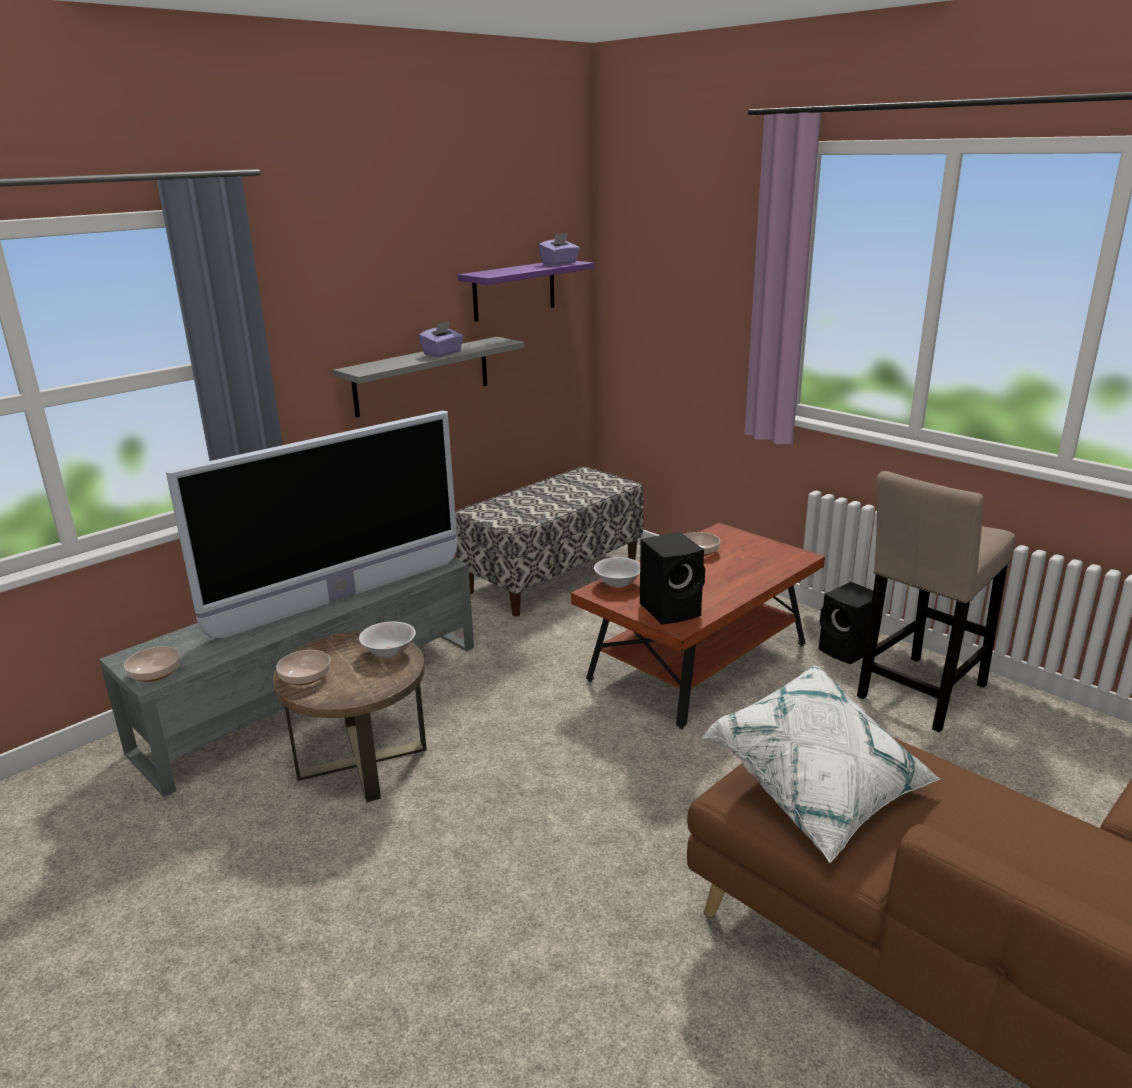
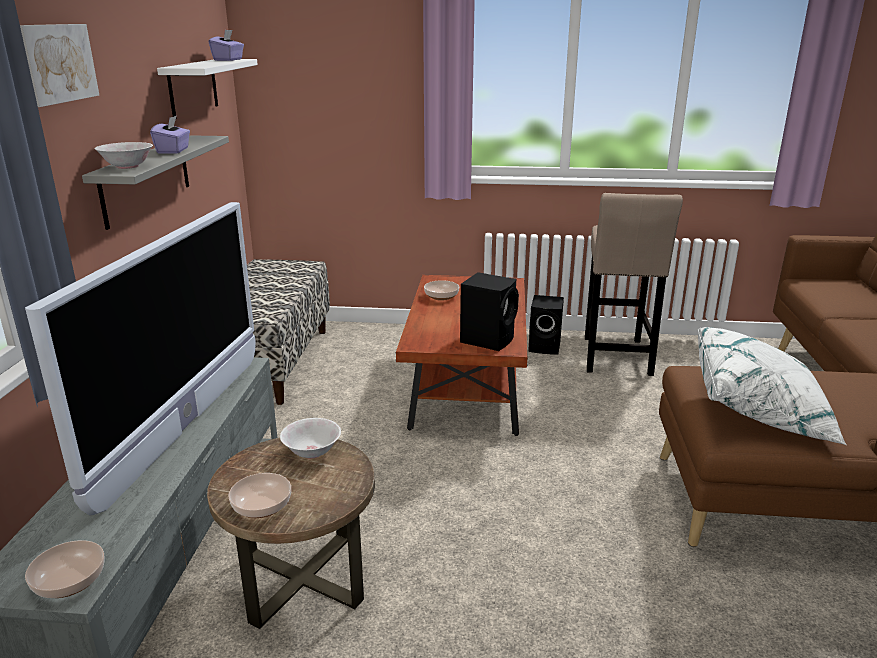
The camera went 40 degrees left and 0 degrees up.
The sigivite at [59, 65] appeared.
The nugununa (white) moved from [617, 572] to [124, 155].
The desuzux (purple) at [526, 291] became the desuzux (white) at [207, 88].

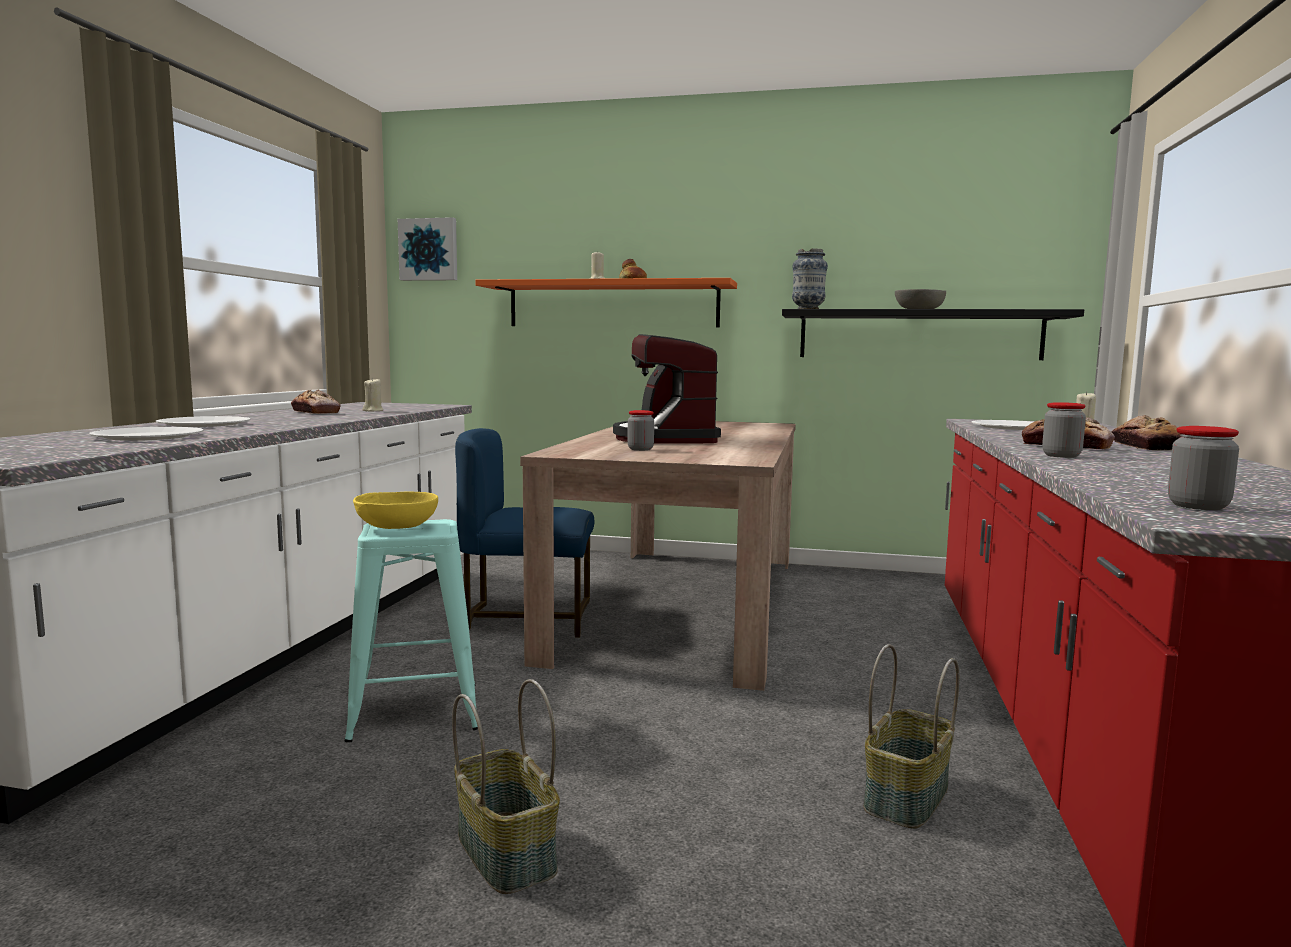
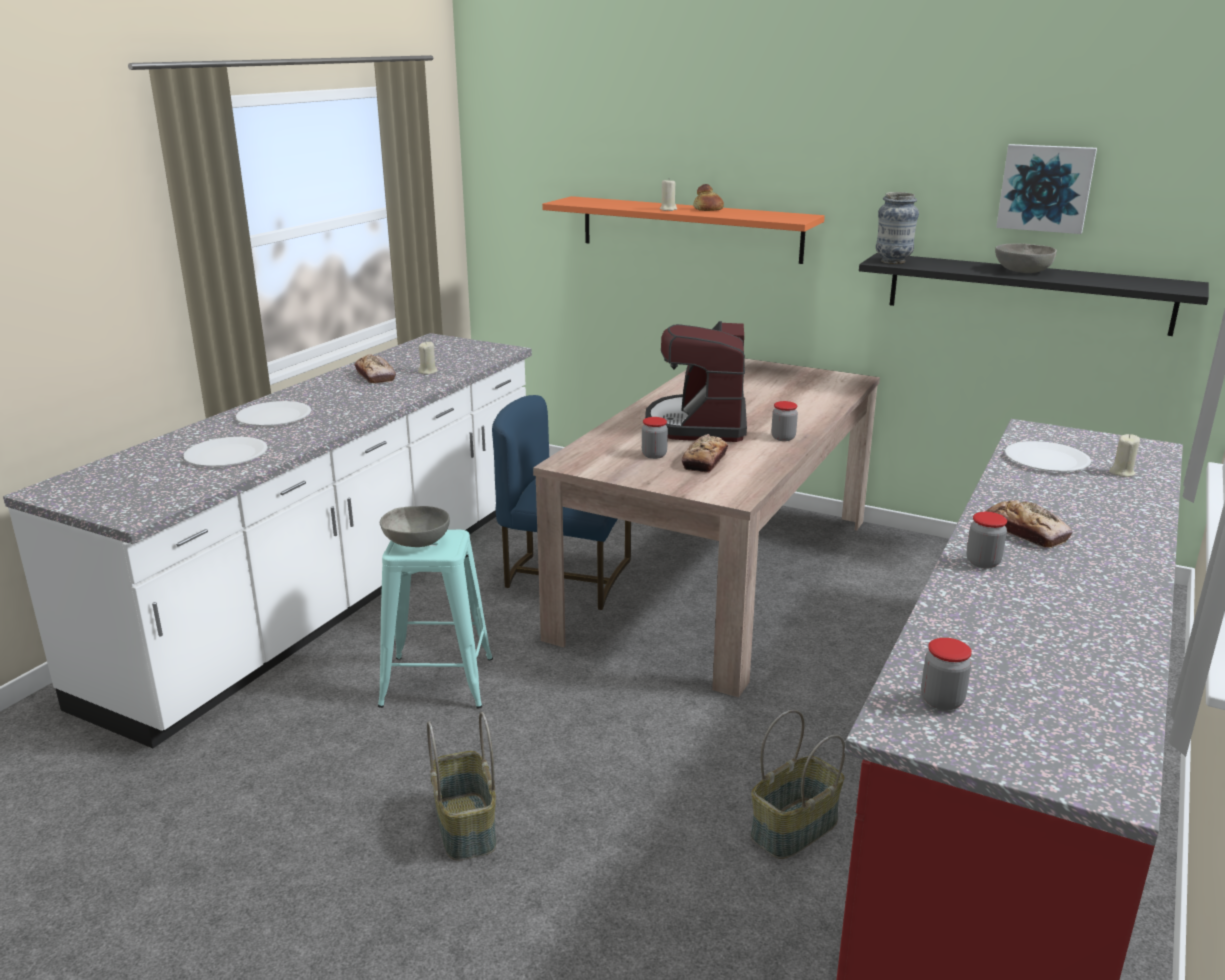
The camera went 15 degrees right and 15 degrees up.
The nugununa (yellow) at [395, 510] became the nugununa (grey) at [415, 526].
The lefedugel moved from [1147, 432] to [705, 453].
The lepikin at [784, 421] appeared.
The sigivite moved from [427, 249] to [1046, 189].

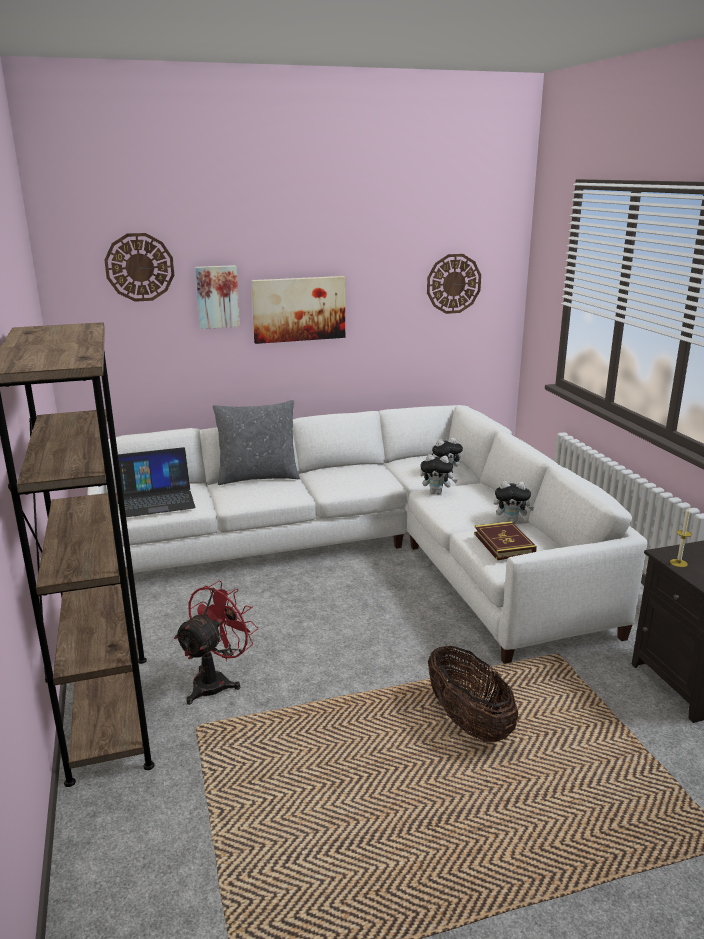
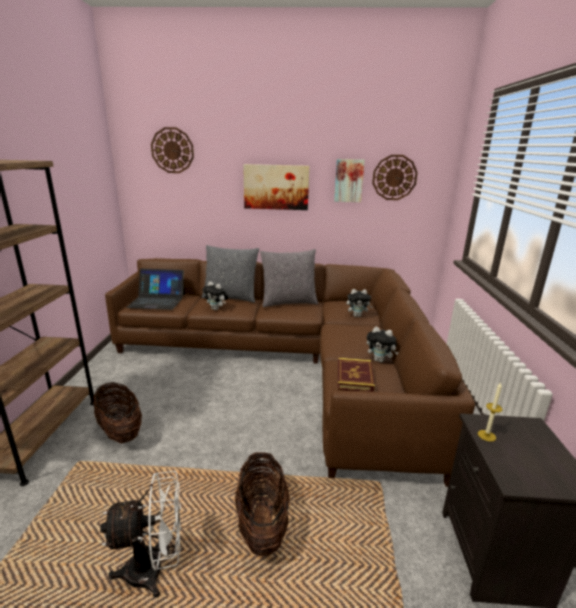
The camera went 20 degrees right and 0 degrees up.
The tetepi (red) at [216, 643] was replaced by the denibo at [117, 412].
The tetepi (white) at [140, 534] appeared.
The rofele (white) at [367, 534] became the rofele (brown) at [290, 372].
The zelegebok moved from [438, 474] to [215, 295].
The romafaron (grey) at [289, 278] appeared.
The sigivite moved from [217, 297] to [349, 180].

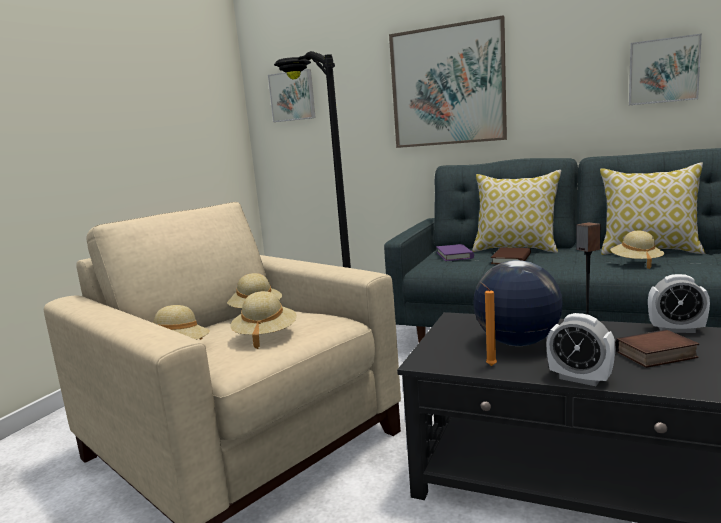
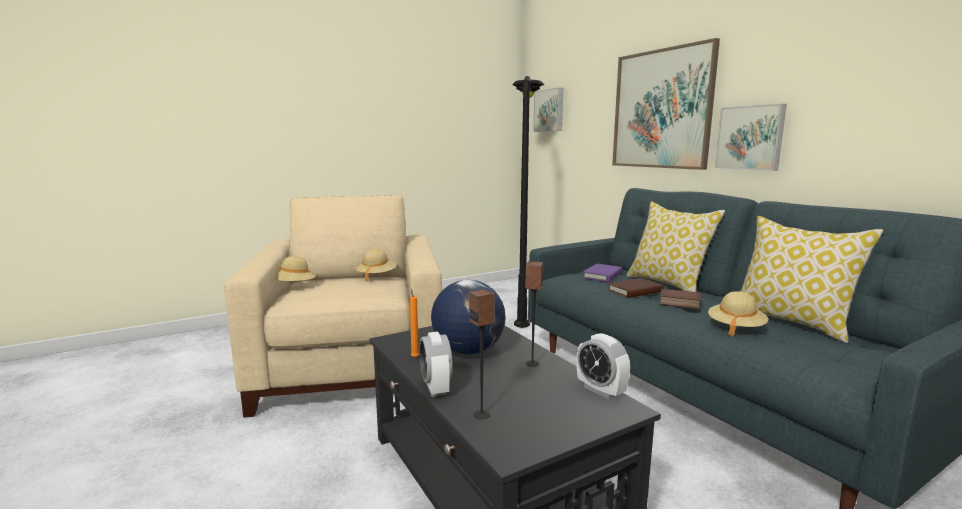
The camera went 35 degrees right and 0 degrees up.
The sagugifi at [482, 354] appeared.
The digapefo moved from [657, 349] to [680, 299].
The sigivite moved from [665, 69] to [751, 137].
The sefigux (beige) at [263, 320] disappeared.

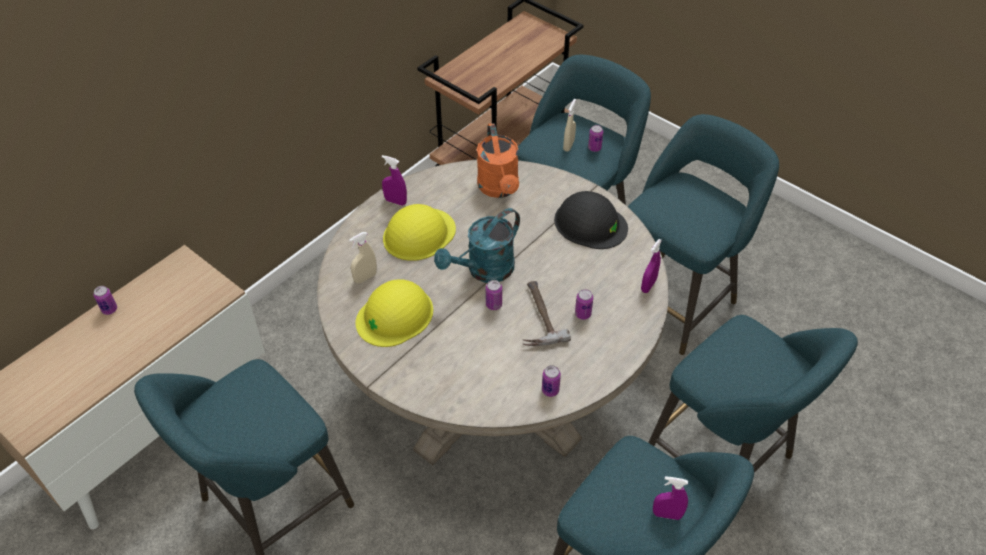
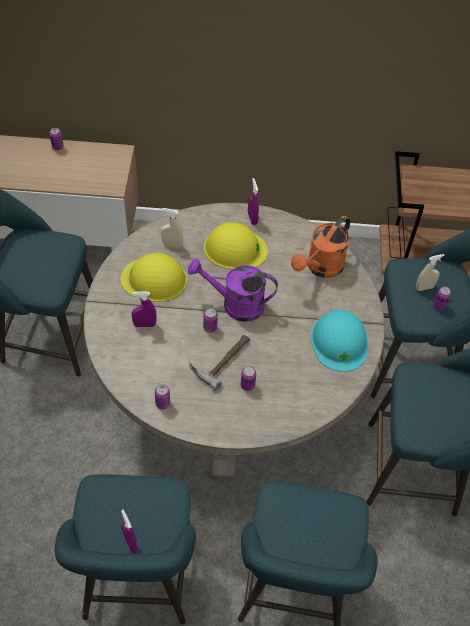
The camera went 50 degrees right and 5 degrees up.
The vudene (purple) moved from [651, 266] to [144, 309].
The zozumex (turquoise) at [477, 245] became the zozumex (purple) at [233, 290].
The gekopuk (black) at [591, 220] became the gekopuk (turquoise) at [339, 341].

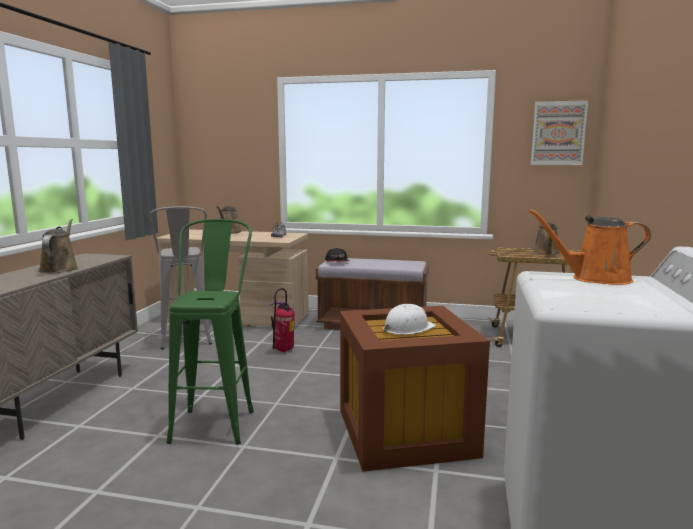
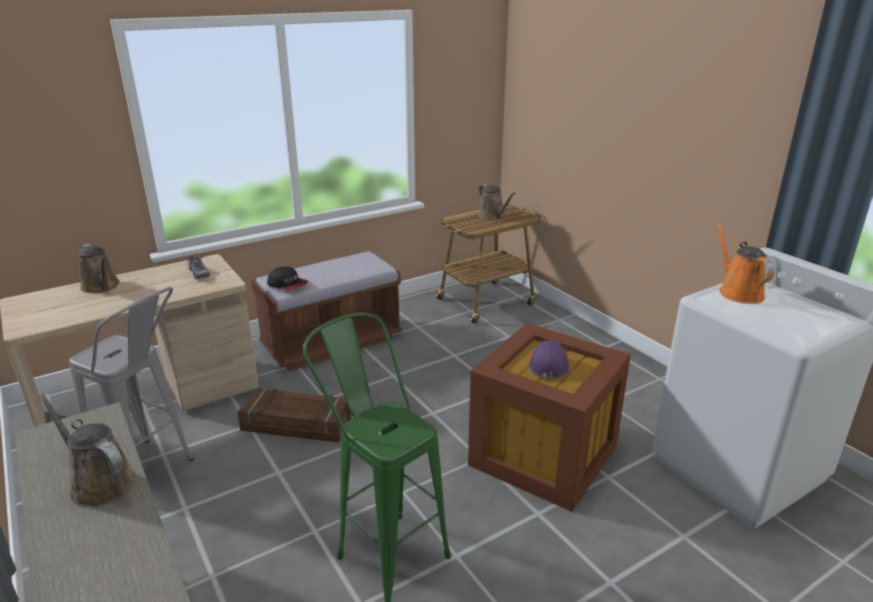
The camera went 45 degrees left and 15 degrees up.
The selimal at [282, 320] was replaced by the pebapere at [295, 415].
The gekopuk (white) at [409, 319] became the gekopuk (purple) at [549, 360].
The zozumex (orange) at [589, 247] turned 120 degrees clockwise.
The sigivite at [560, 132] disappeared.

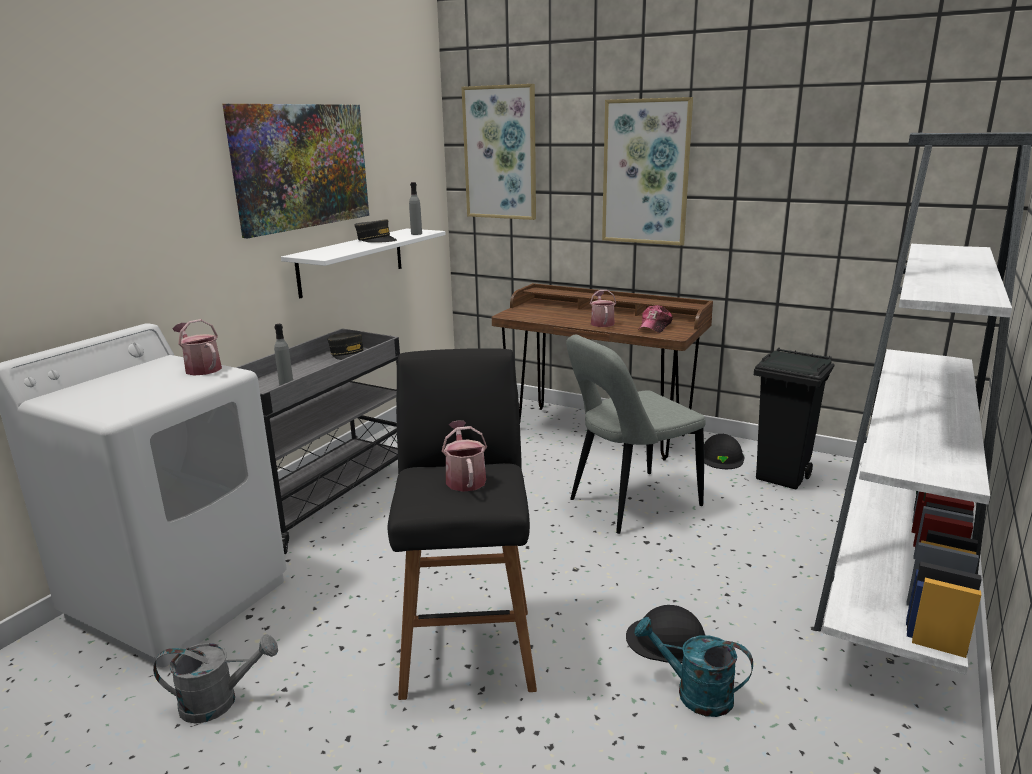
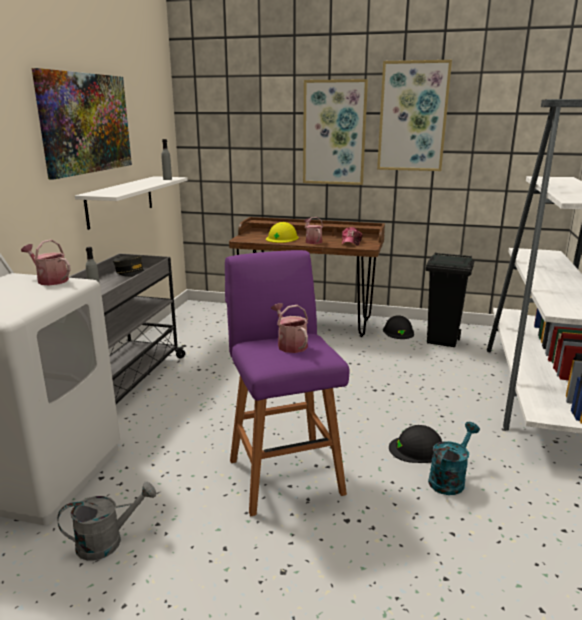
The camera went 15 degrees left and 0 degrees up.
The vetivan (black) at [462, 524] became the vetivan (purple) at [287, 383].
The gekopuk (yellow) at [282, 232] appeared.
The sigivite moved from [498, 152] to [414, 115].
The zozumex (turquoise) at [693, 667] turned 120 degrees clockwise.
The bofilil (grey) at [375, 231] disappeared.
The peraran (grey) at [636, 434] disappeared.

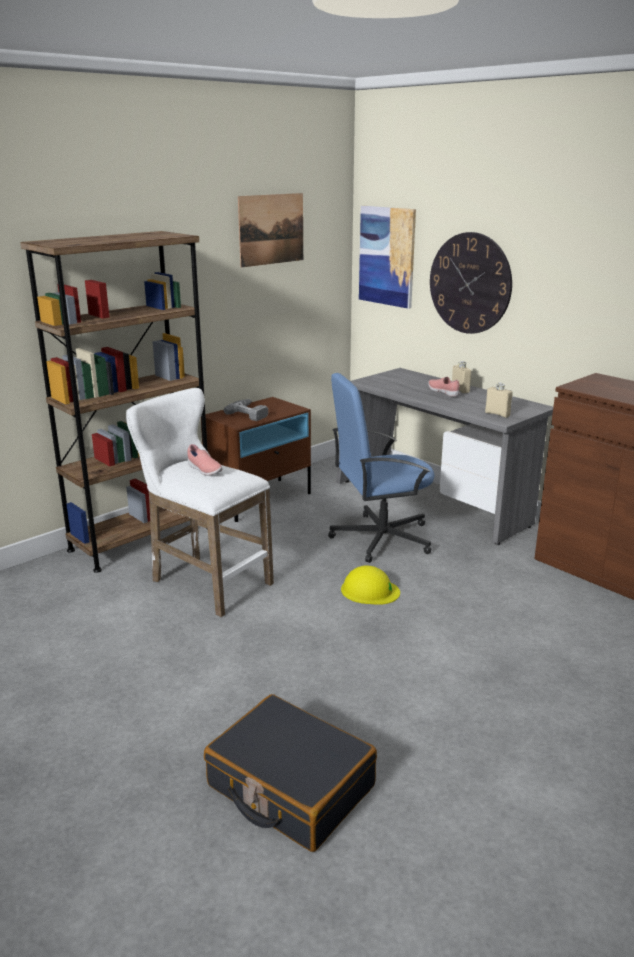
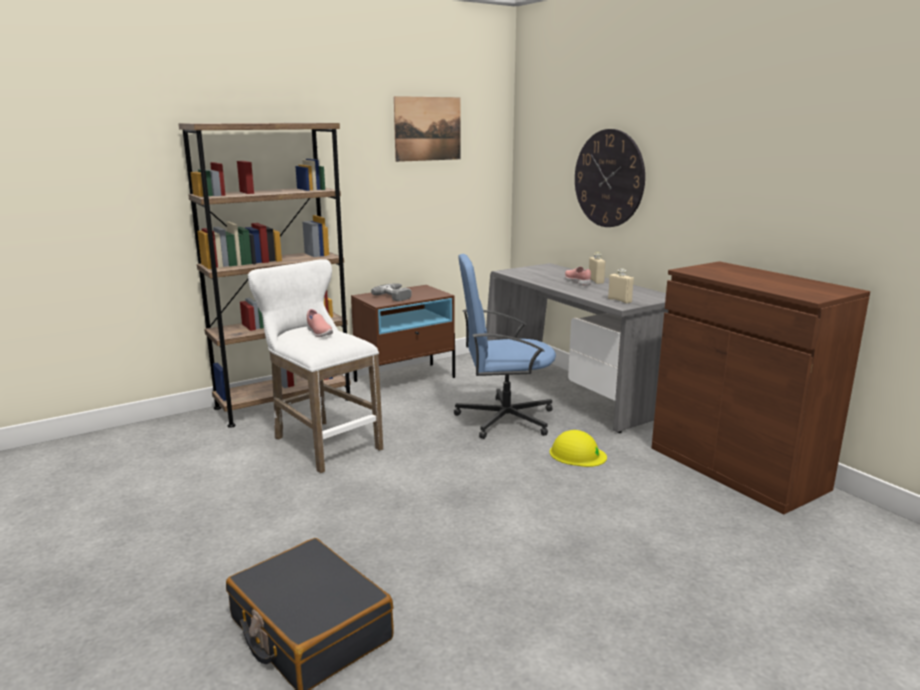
The camera went 10 degrees right and 5 degrees down.
The gekopuk (yellow) moved from [370, 585] to [578, 448].
The sigivite at [387, 257] disappeared.

